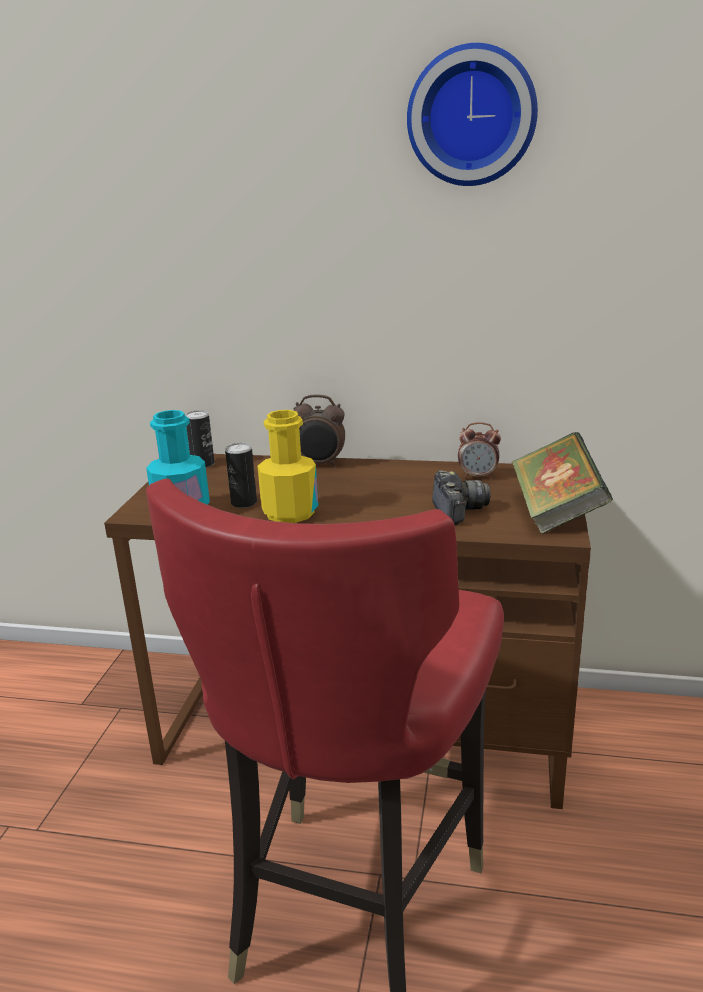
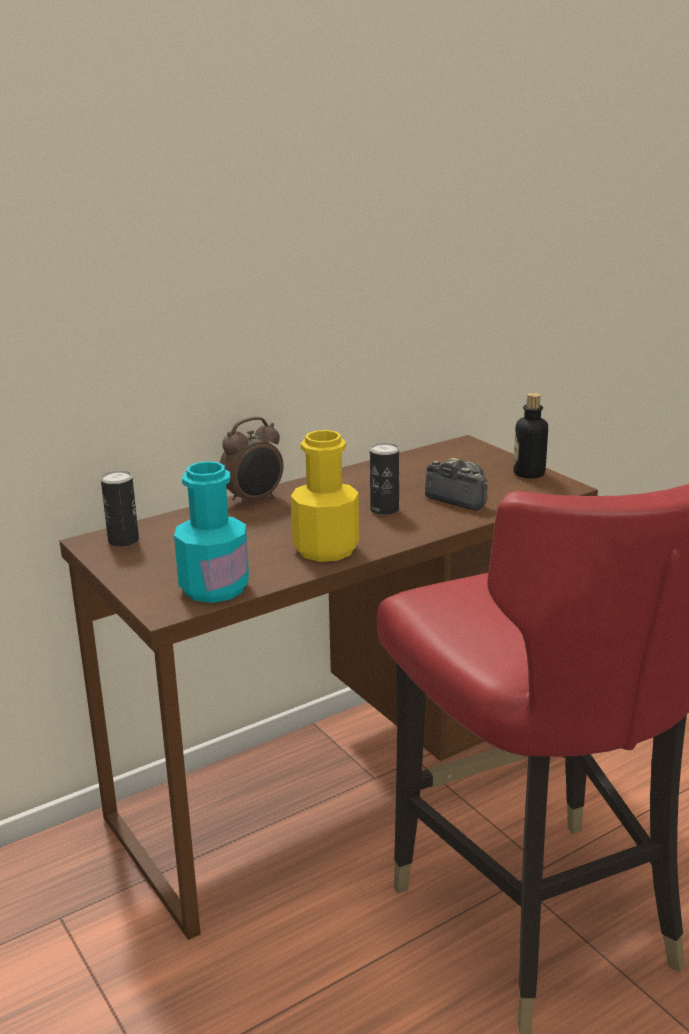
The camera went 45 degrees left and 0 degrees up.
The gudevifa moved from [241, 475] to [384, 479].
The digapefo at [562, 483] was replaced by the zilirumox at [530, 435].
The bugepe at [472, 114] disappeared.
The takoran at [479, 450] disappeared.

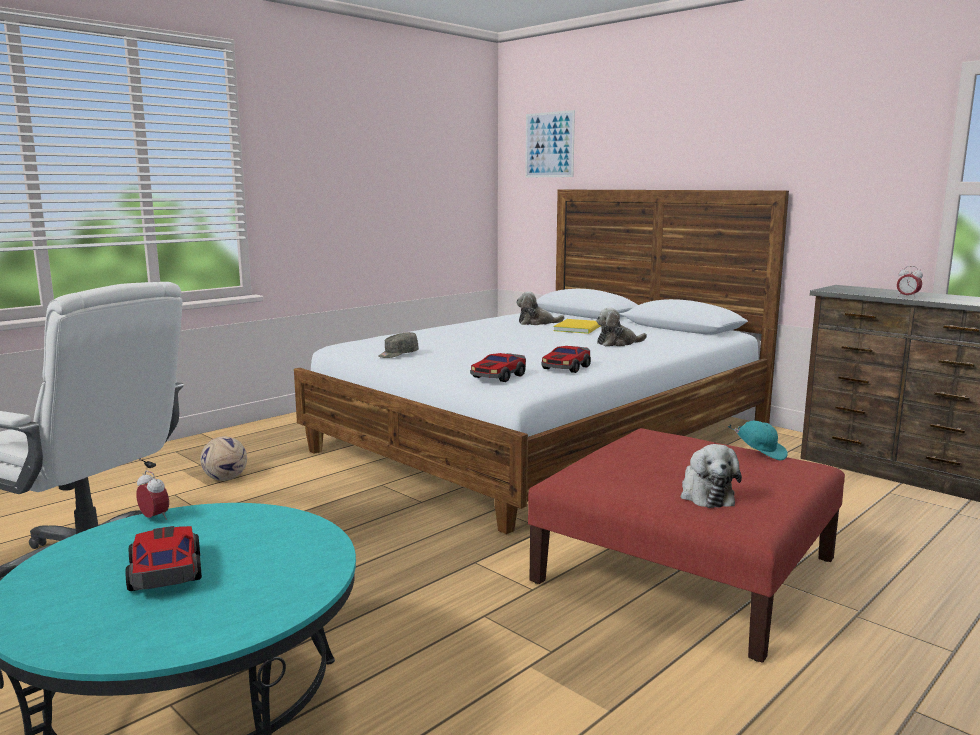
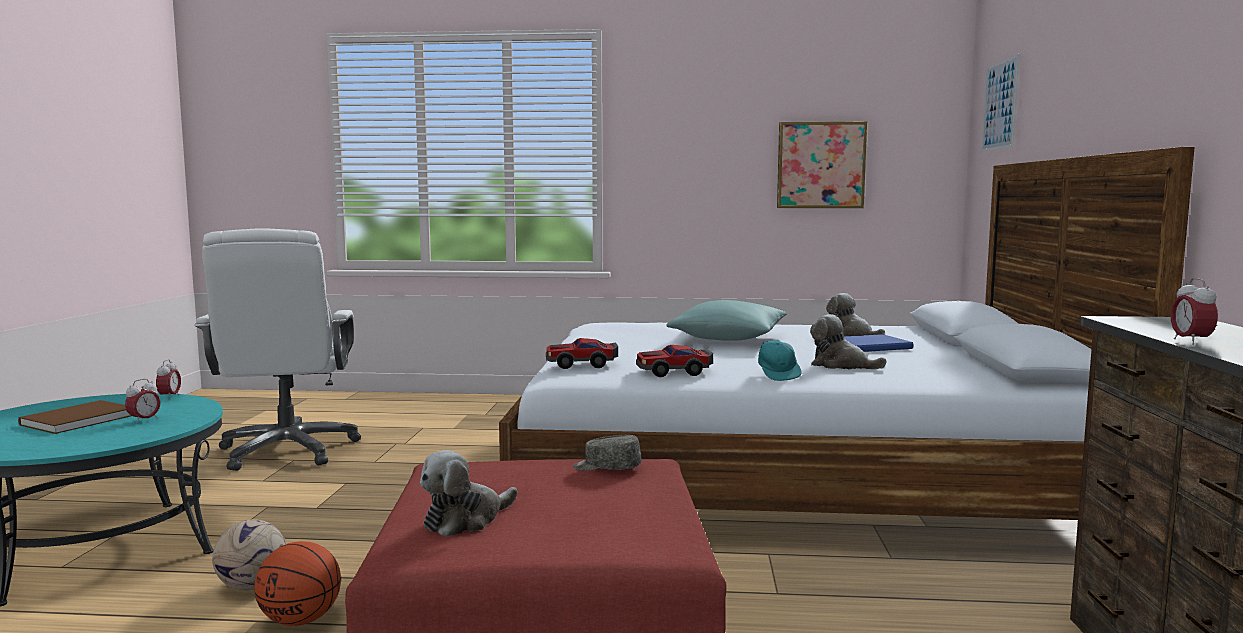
The camera went 50 degrees right and 5 degrees down.
The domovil at [164, 558] was replaced by the digapefo (brown) at [74, 417].
The takoran at [143, 401] appeared.
The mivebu moved from [223, 458] to [249, 554].
The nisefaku at [298, 583] appeared.
The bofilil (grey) moved from [398, 345] to [607, 453].
The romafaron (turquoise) at [726, 320] appeared.
The bofilil (turquoise) moved from [758, 441] to [780, 360].
The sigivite at [822, 164] appeared.
The digapefo (yellow) at [576, 326] became the digapefo (blue) at [878, 343].

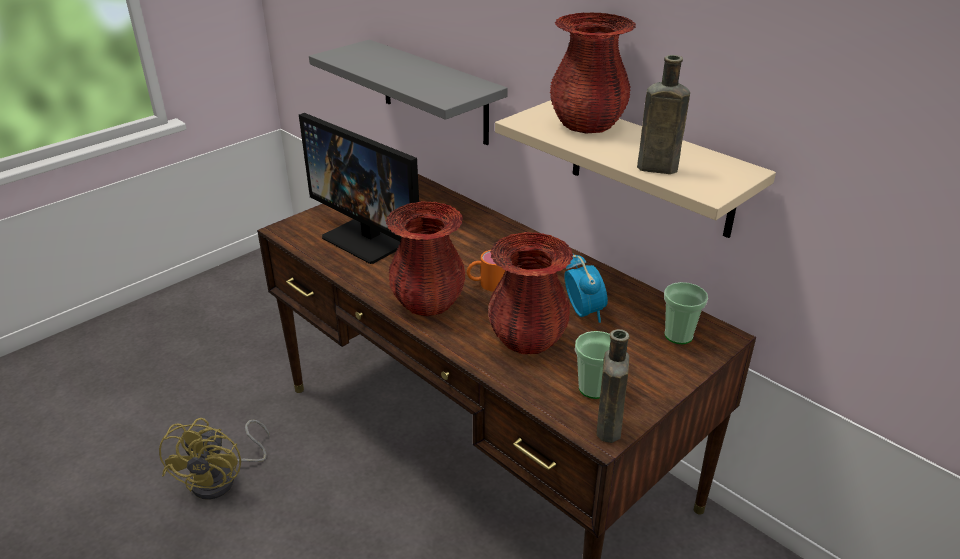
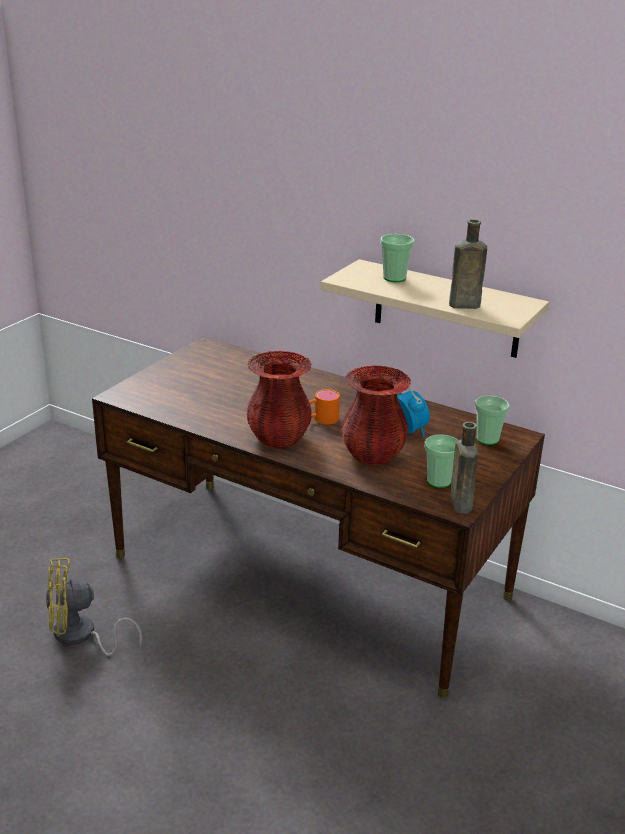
The camera went 15 degrees left and 5 degrees down.
The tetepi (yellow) at [214, 459] turned 90 degrees clockwise.
The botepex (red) at [593, 72] was replaced by the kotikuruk at [397, 258].
The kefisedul at [359, 188] disappeared.
The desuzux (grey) at [408, 92] disappeared.

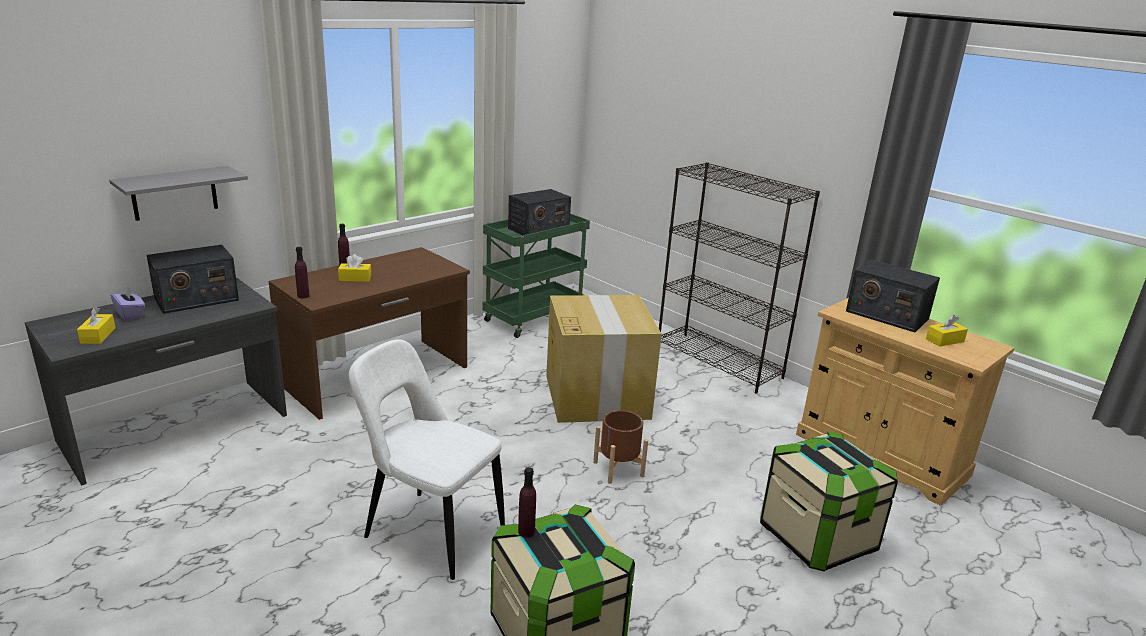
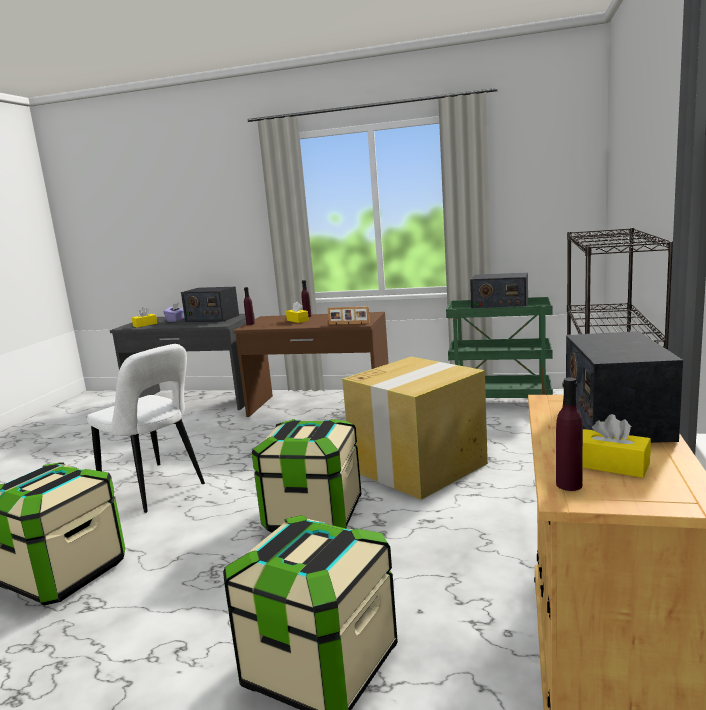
The camera went 60 degrees right and 10 degrees down.
The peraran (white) at [427, 460] turned 135 degrees clockwise.
The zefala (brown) at [620, 447] was replaced by the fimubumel at [307, 475].
The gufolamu at [349, 315] appeared.
The zilirumox (purple) moved from [527, 502] to [569, 434].
The desuzux (grey) at [178, 193] disappeared.

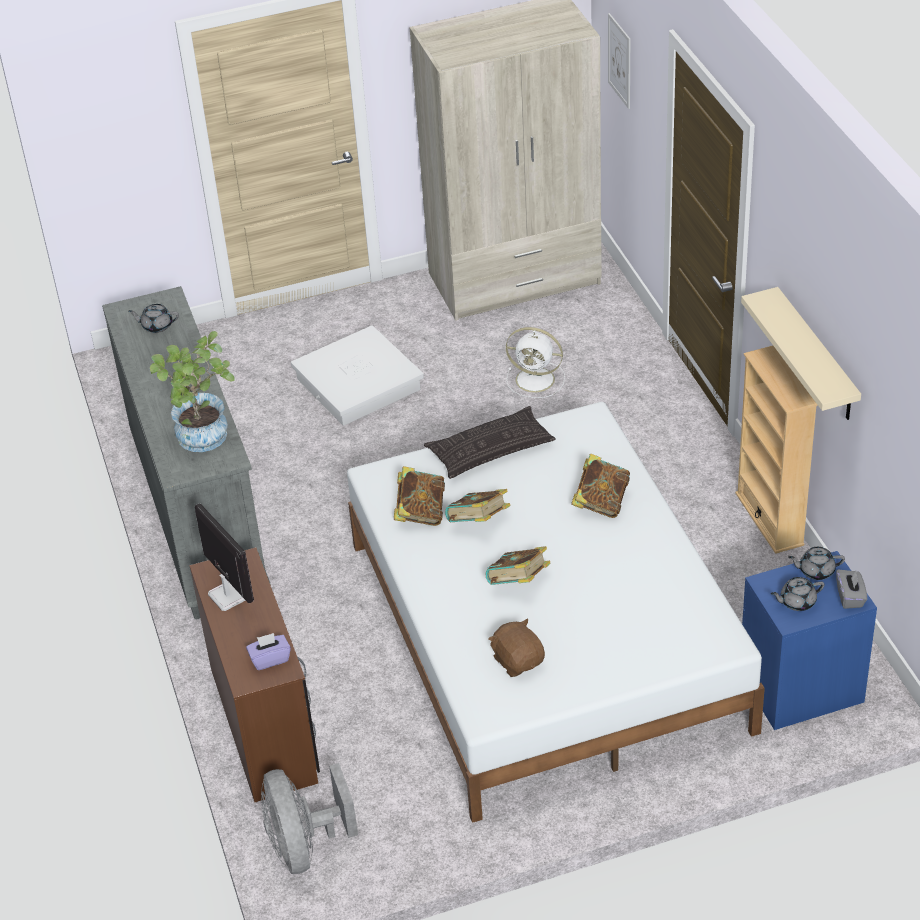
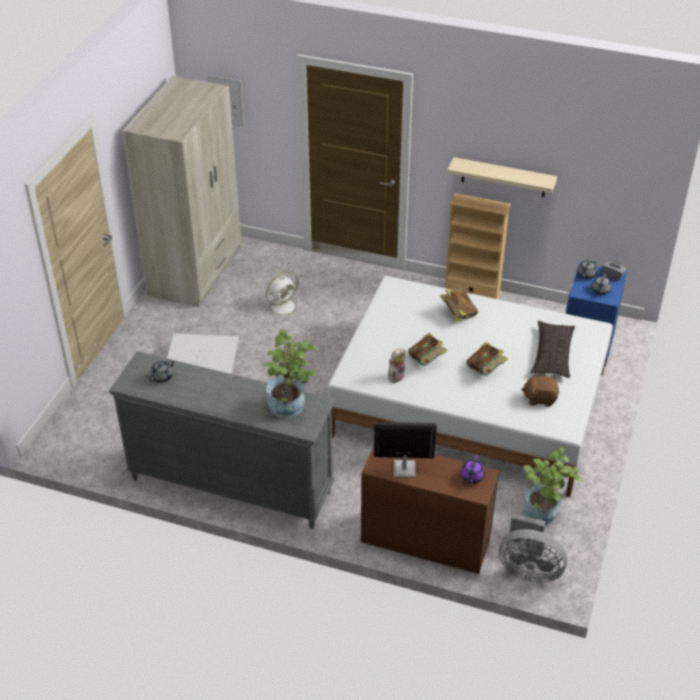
The camera went 55 degrees left and 0 degrees up.
The digapefo at [419, 496] was replaced by the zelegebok at [397, 365].
The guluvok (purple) at [268, 651] was replaced by the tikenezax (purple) at [472, 469].
The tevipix at [553, 485] appeared.
The romafaron moved from [489, 442] to [553, 349].

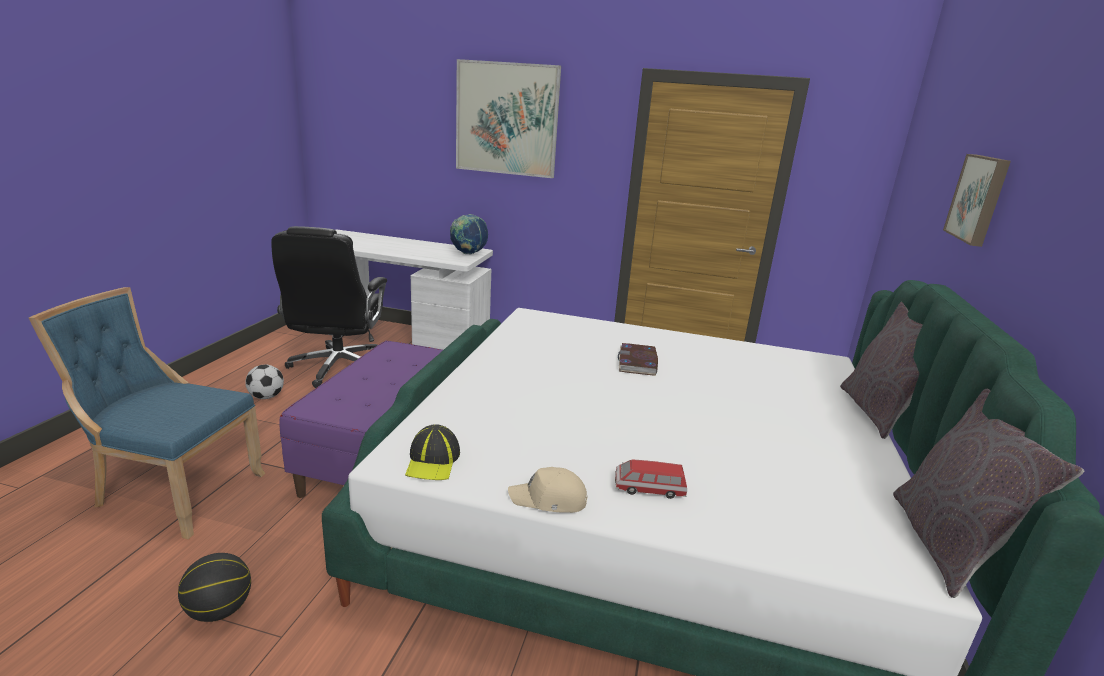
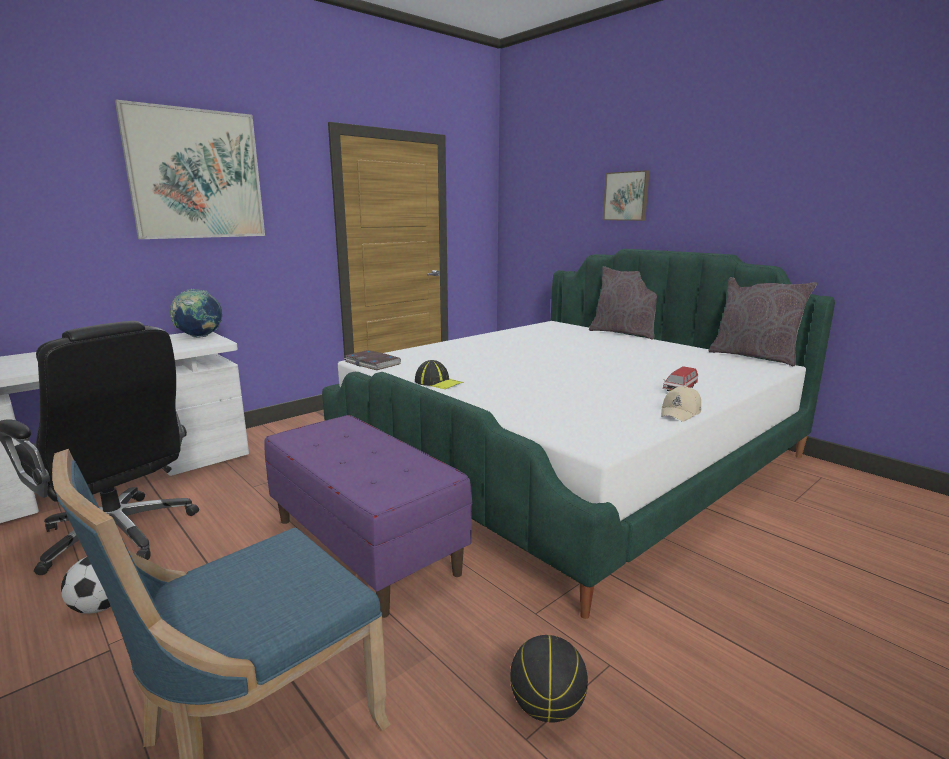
The camera went 55 degrees left and 5 degrees down.
The digapefo moved from [638, 359] to [372, 360].
The bofilil moved from [432, 452] to [439, 374].

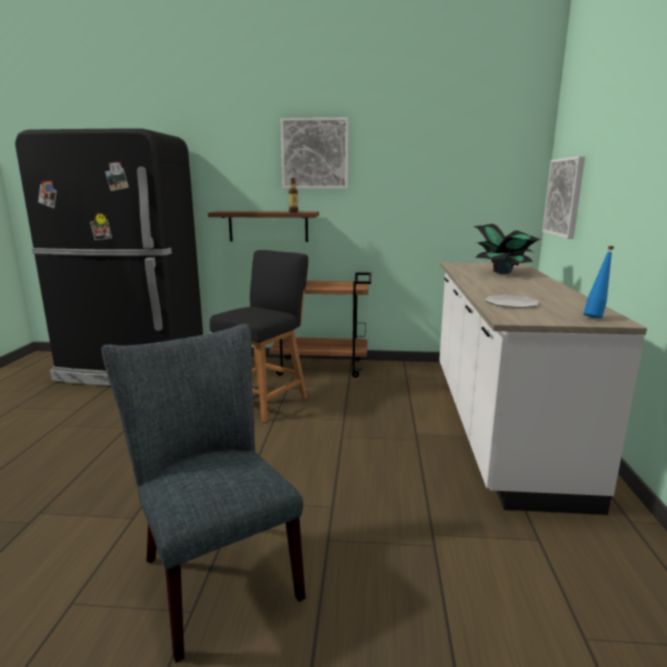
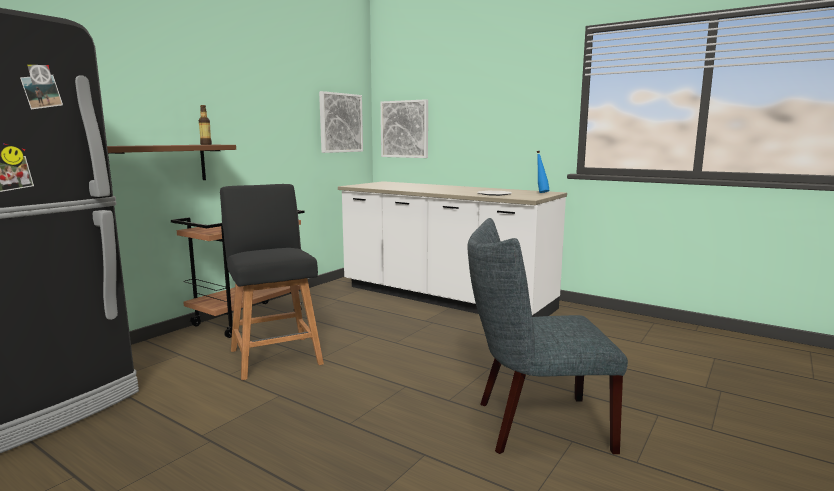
The camera went 60 degrees left and 5 degrees down.
The sigivite moved from [314, 153] to [341, 122].
The tevipix at [507, 249] disappeared.

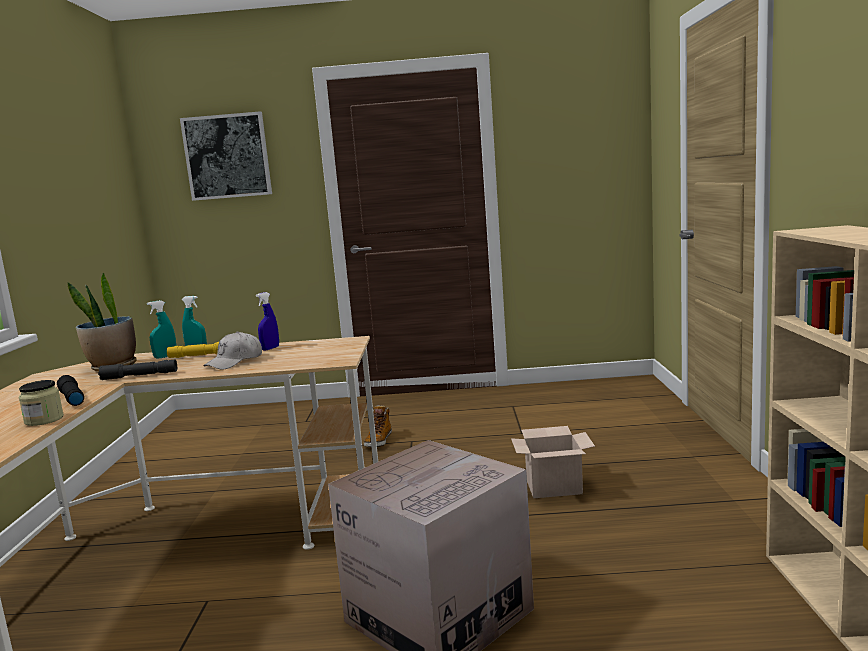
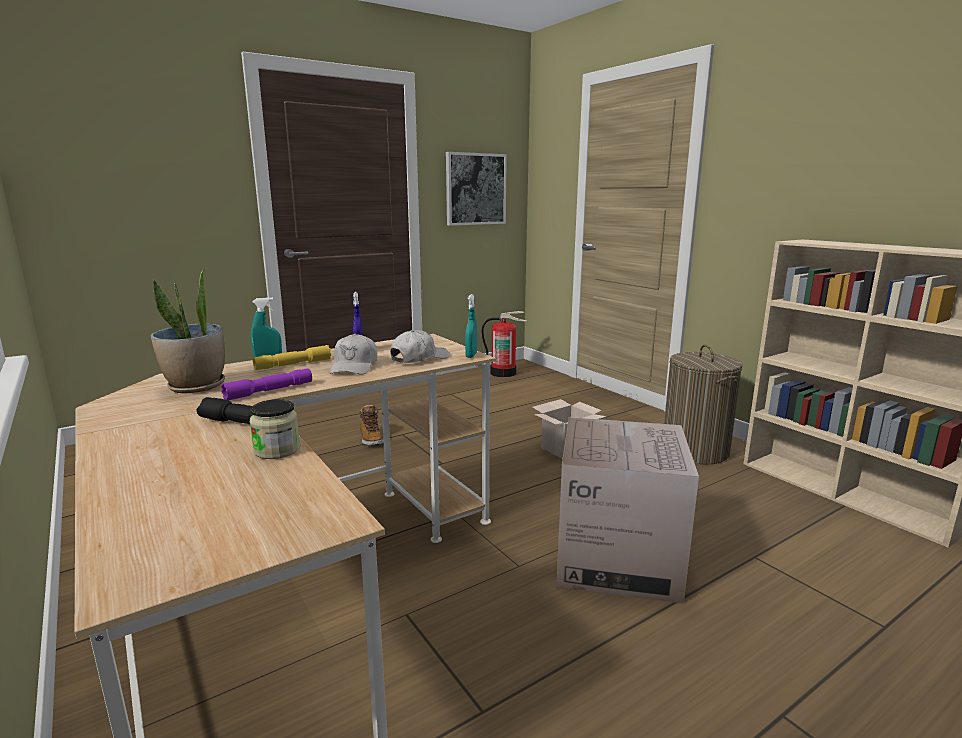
The camera went 35 degrees left and 5 degrees up.
The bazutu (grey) at [137, 370] became the bazutu (purple) at [266, 384].
The bofilil (white) at [419, 346] appeared.
The sigivite moved from [226, 156] to [476, 189].
The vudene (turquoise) moved from [161, 329] to [471, 326].
The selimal at [504, 344] appeared.
The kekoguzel at [703, 404] appeared.

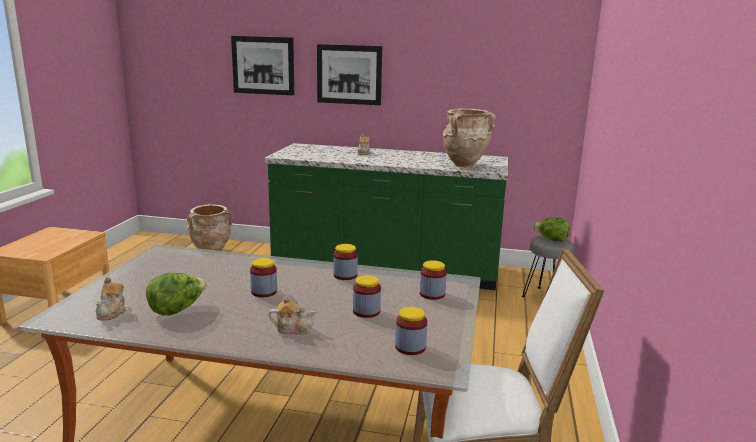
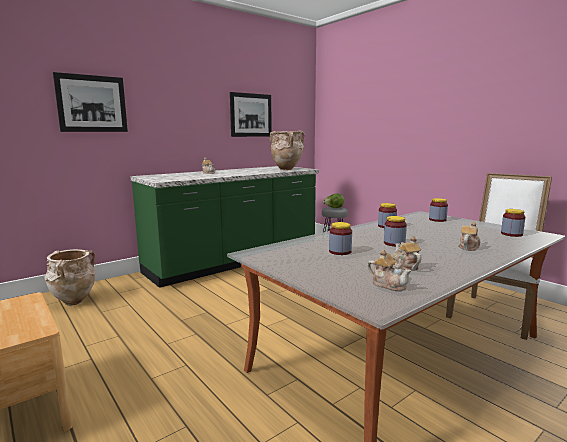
The camera went 50 degrees left and 5 degrees down.
The sigivite moved from [349, 74] to [251, 114].
The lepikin moved from [367, 296] to [340, 238].
The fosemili at [176, 294] was replaced by the tikenezax at [407, 253].

